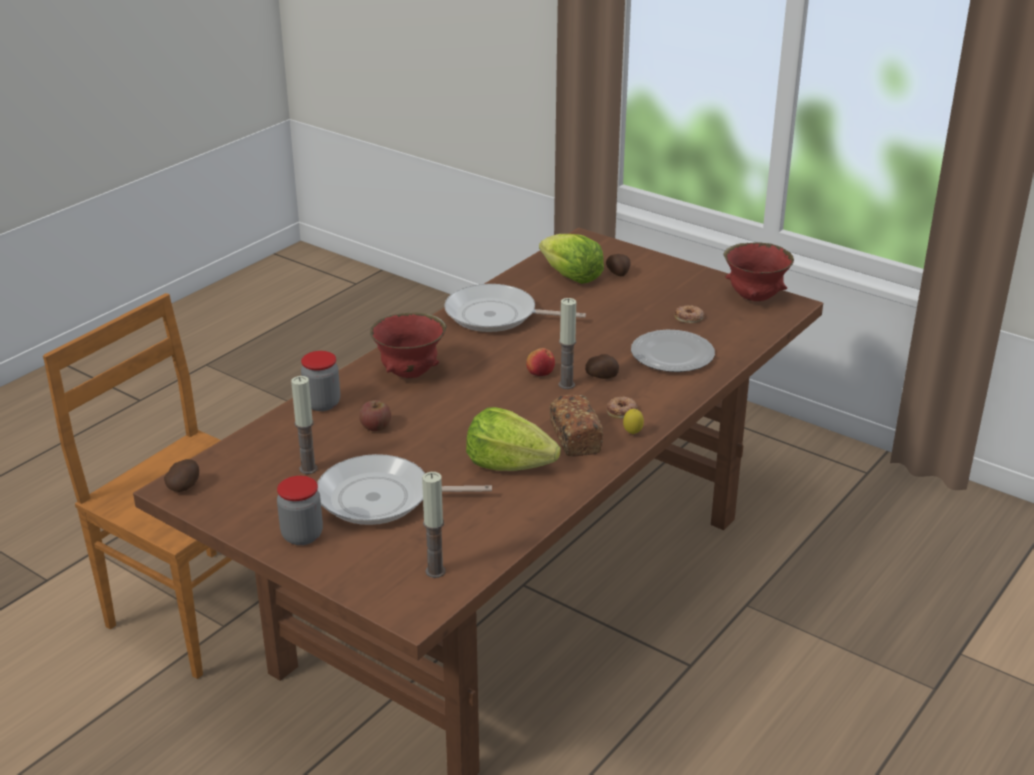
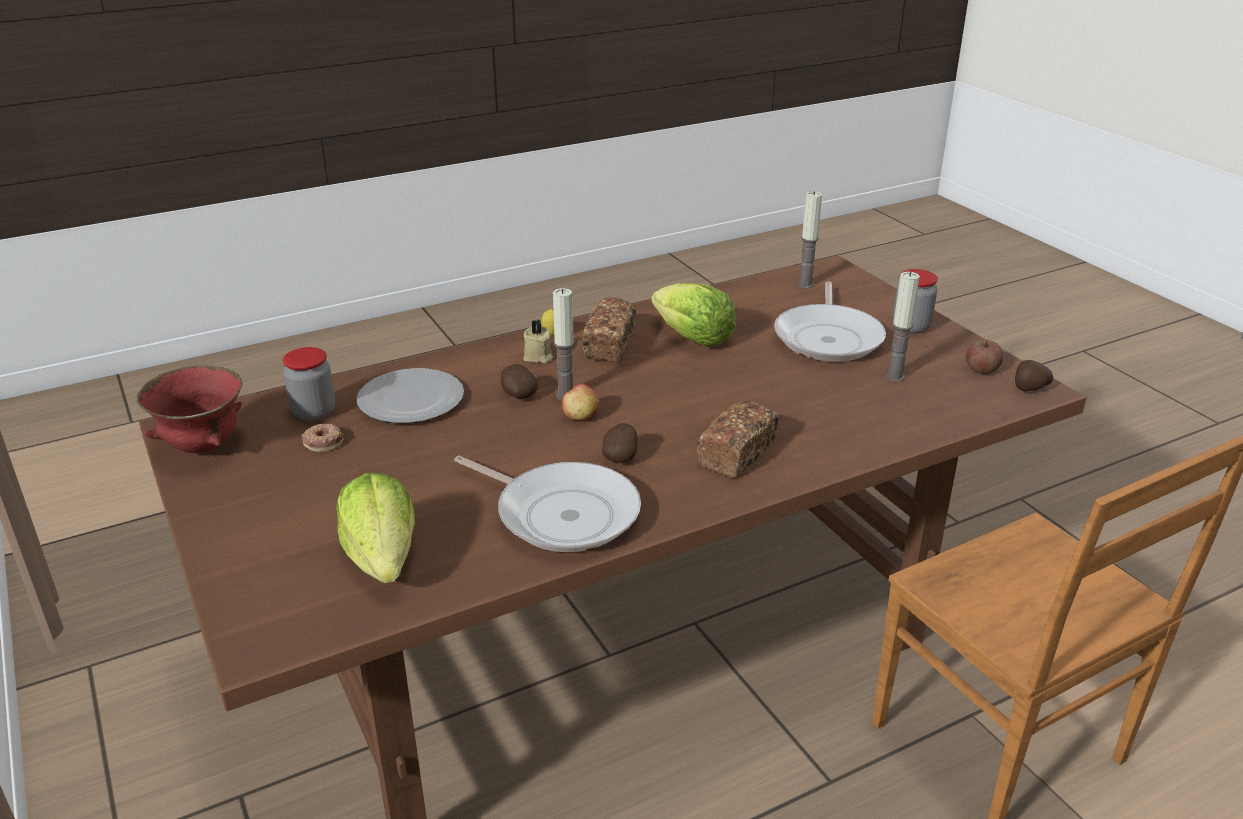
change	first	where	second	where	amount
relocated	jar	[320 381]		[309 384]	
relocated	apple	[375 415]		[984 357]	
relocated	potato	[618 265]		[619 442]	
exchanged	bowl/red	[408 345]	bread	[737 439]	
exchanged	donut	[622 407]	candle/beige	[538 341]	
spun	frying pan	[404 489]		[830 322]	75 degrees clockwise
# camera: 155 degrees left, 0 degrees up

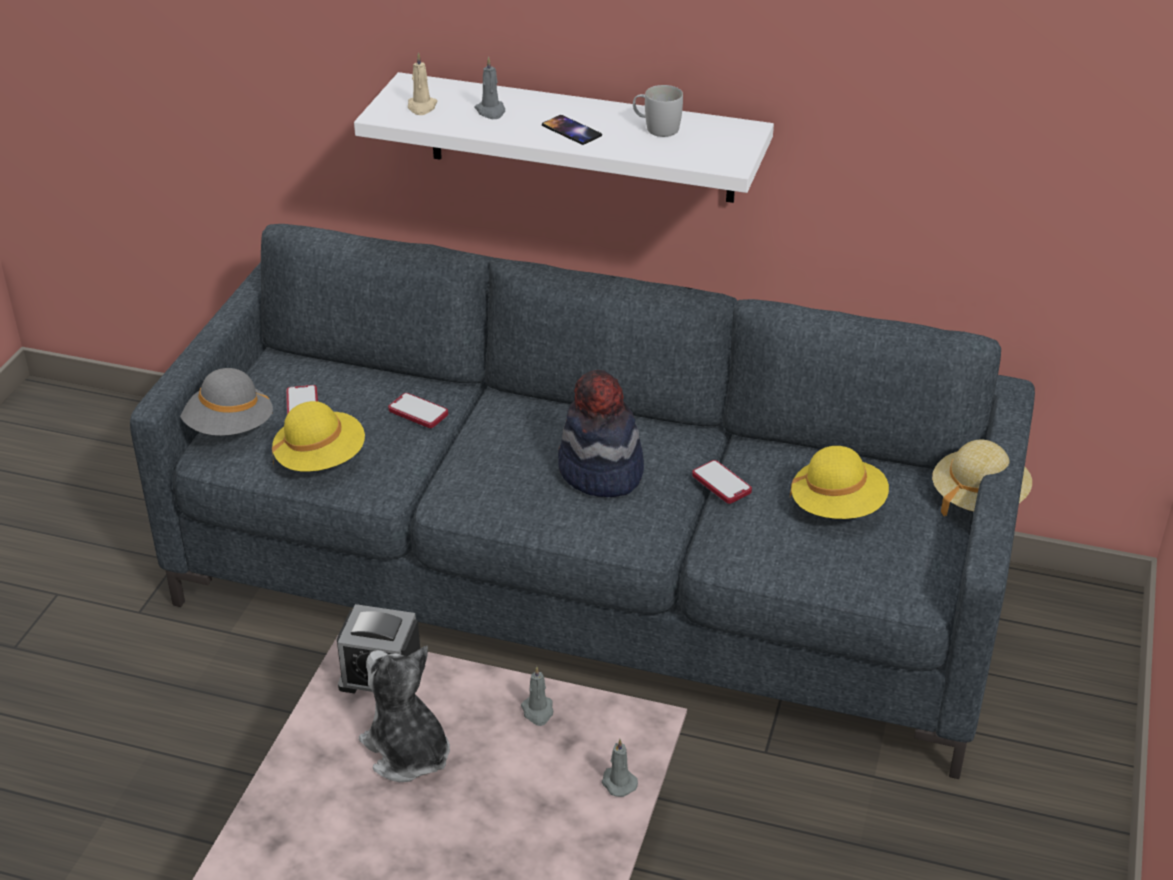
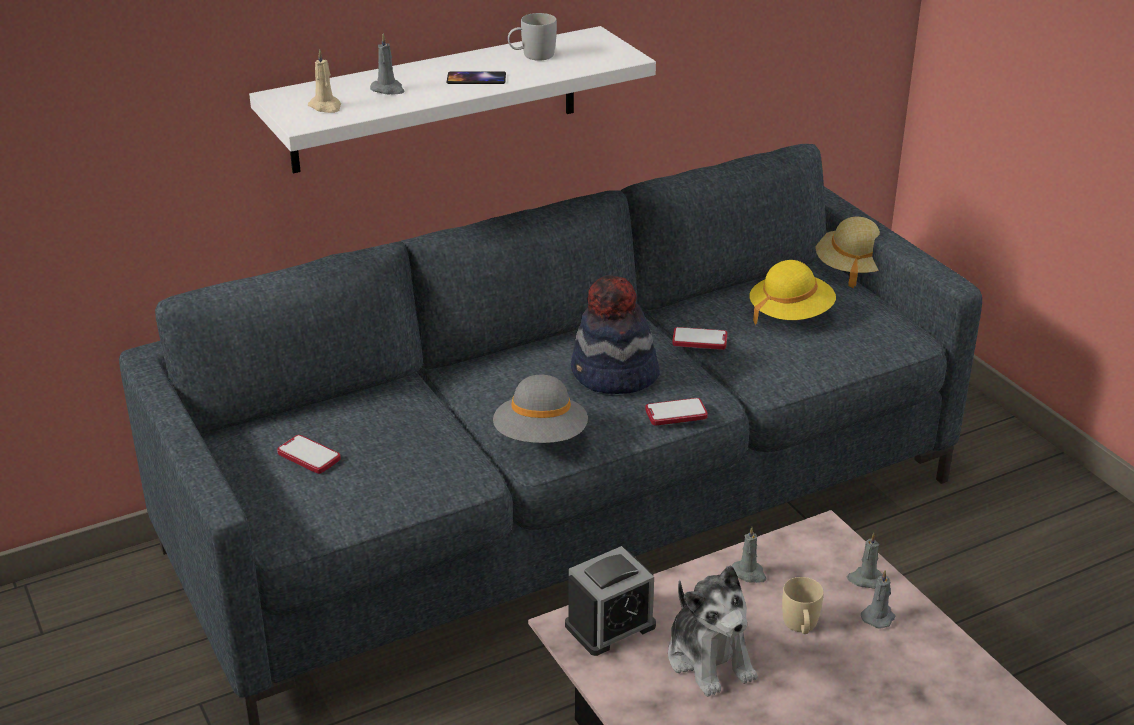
change	first	where	second	where	amount
missing	hat/yellow	[318 436]			
appeared			mug/beige	[803 605]	
appeared			candle/grey	[878 599]	
relocated	hat/grey	[226 402]		[540 409]	
relocated	phone	[418 410]		[676 412]	
spun	plush toy	[404 713]		[712 631]	120 degrees counterclockwise
# camera: 45 degrees left, 5 degrees down

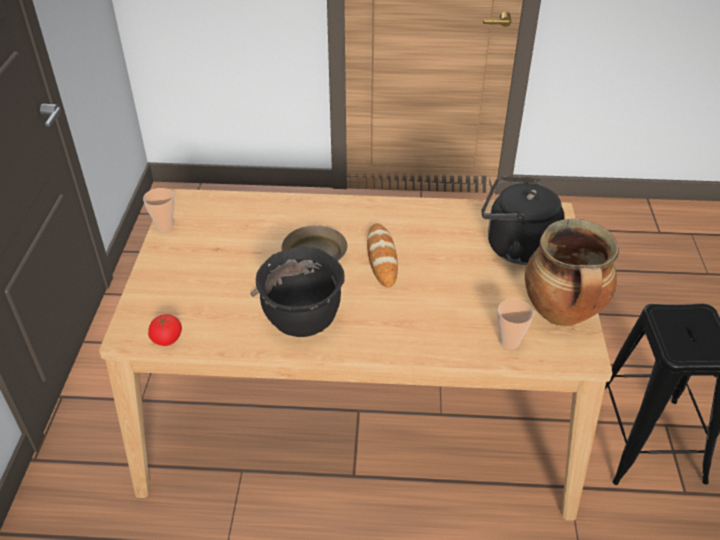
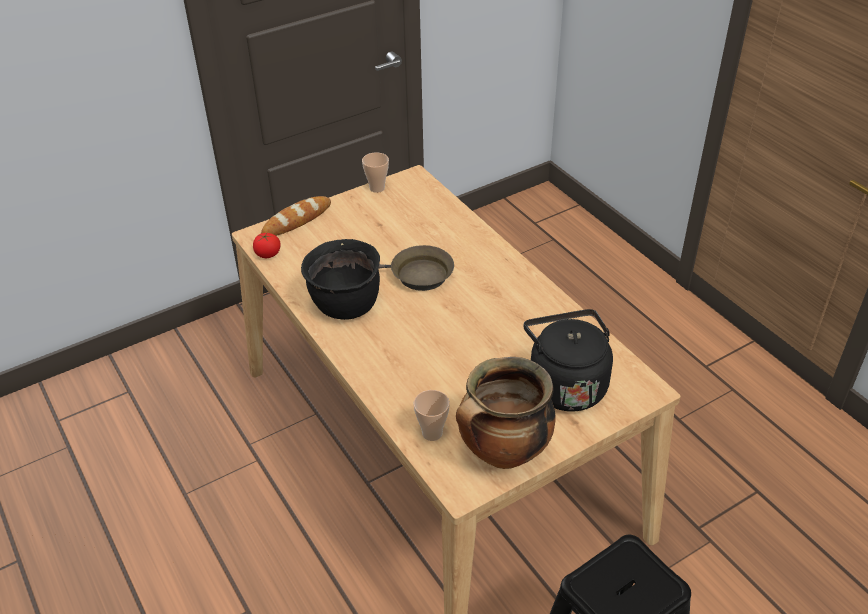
change	first	where	second	where	amount
relocated	bread	[382 255]		[296 216]	
# camera: 55 degrees right, 0 degrees up

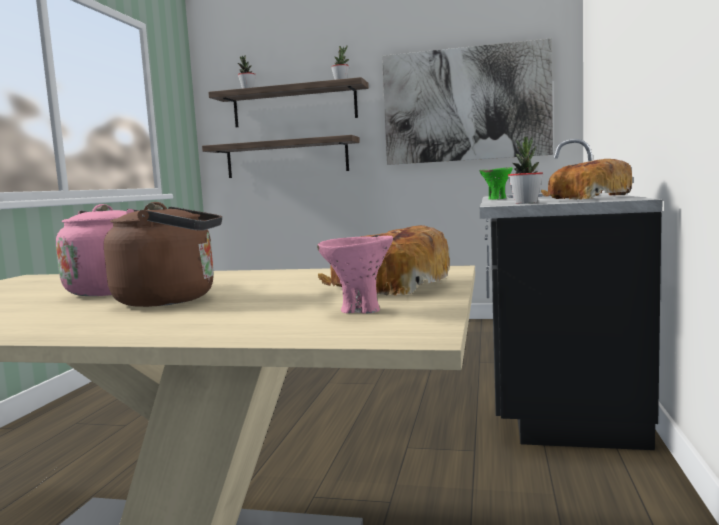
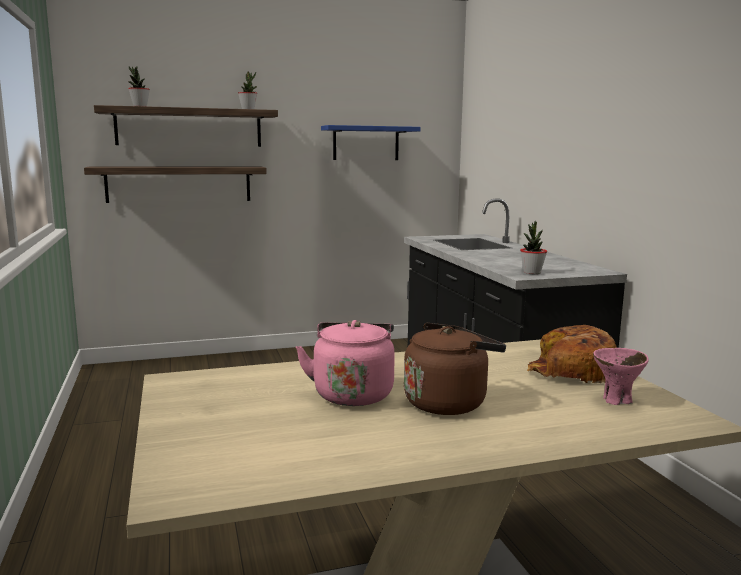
change	first	where	second	where	amount
missing	bowl/green	[496 183]			
missing	bread	[586 179]			
exchanged	picture	[467 101]	shelf/blue	[371 142]	
# camera: 30 degrees left, 5 degrees up

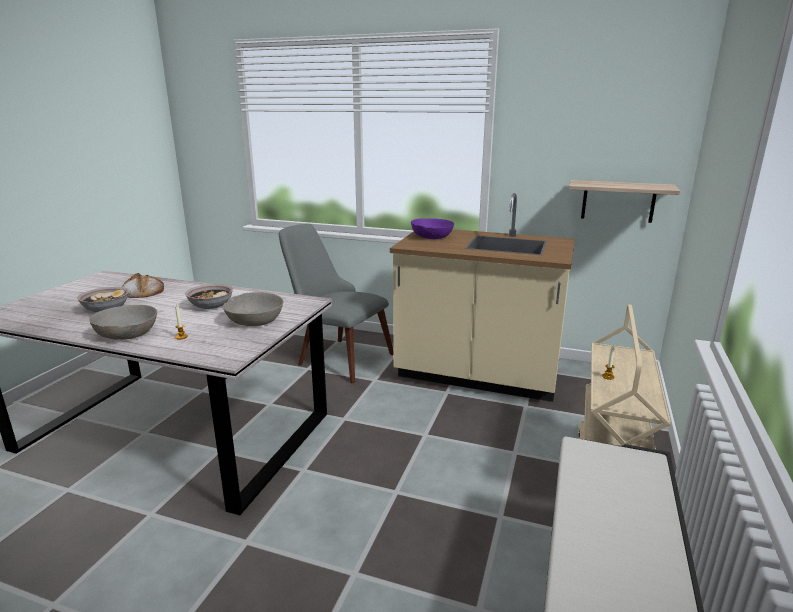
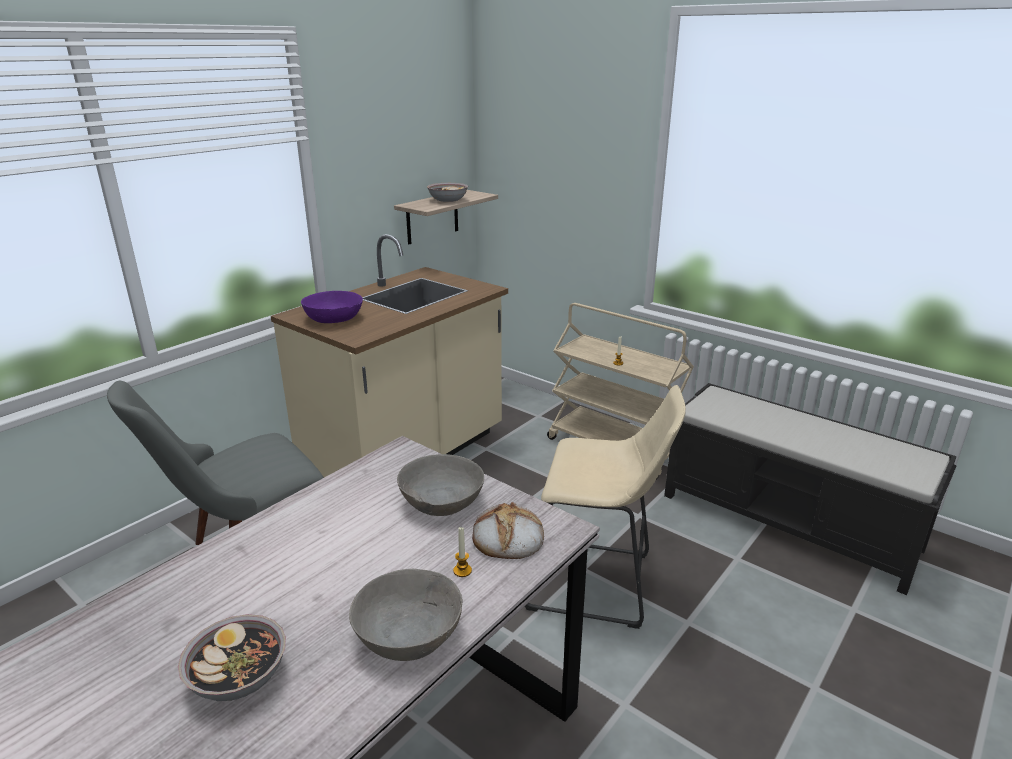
change	first	where	second	where	amount
appeared			stool/beige	[605 507]	
relocated	bread	[143 285]		[508 530]	
relocated	bowl	[209 296]		[447 192]	
# camera: 70 degrees left, 5 degrees up

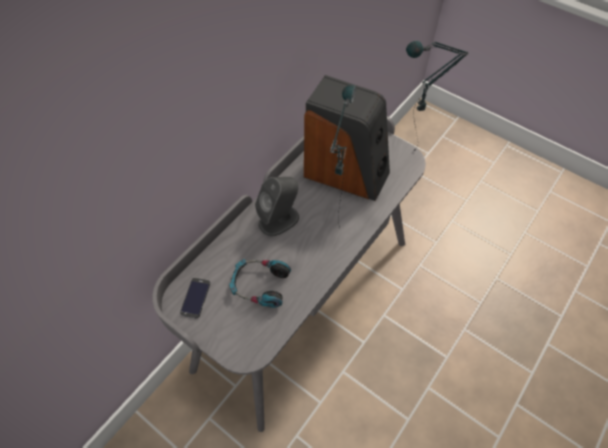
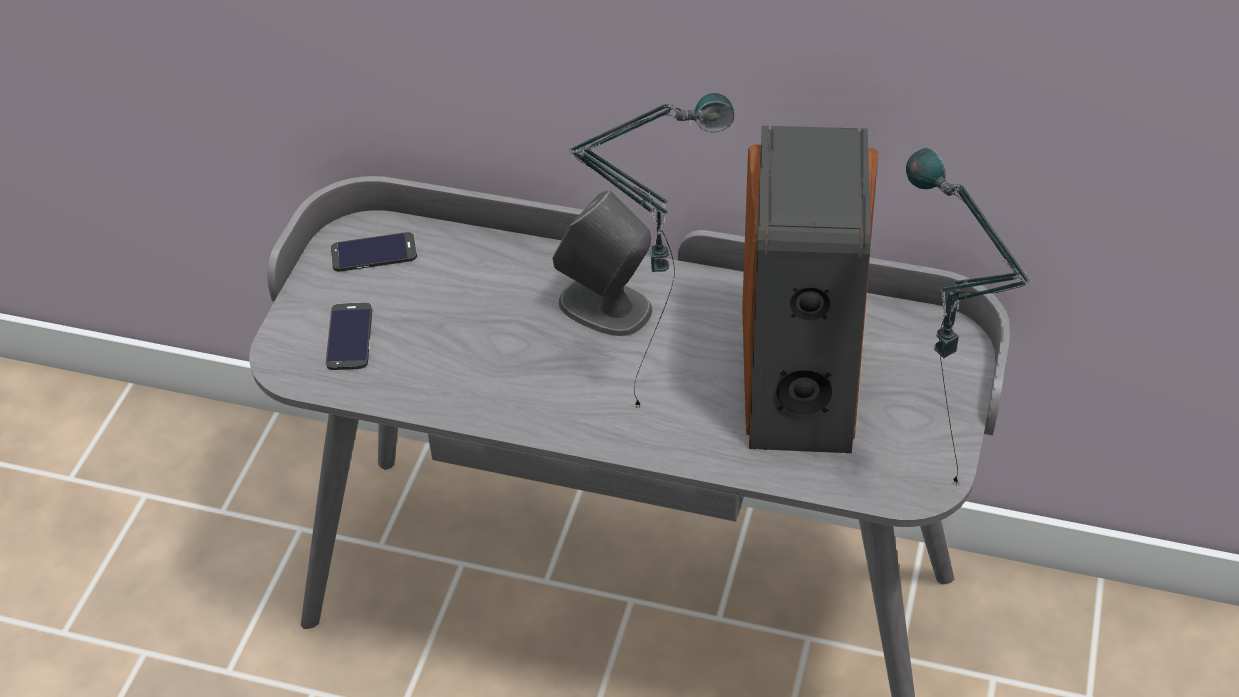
change	first	where	second	where	amount
missing	headphones	[260 283]			
appeared			phone	[349 336]	
# camera: 70 degrees right, 10 degrees down

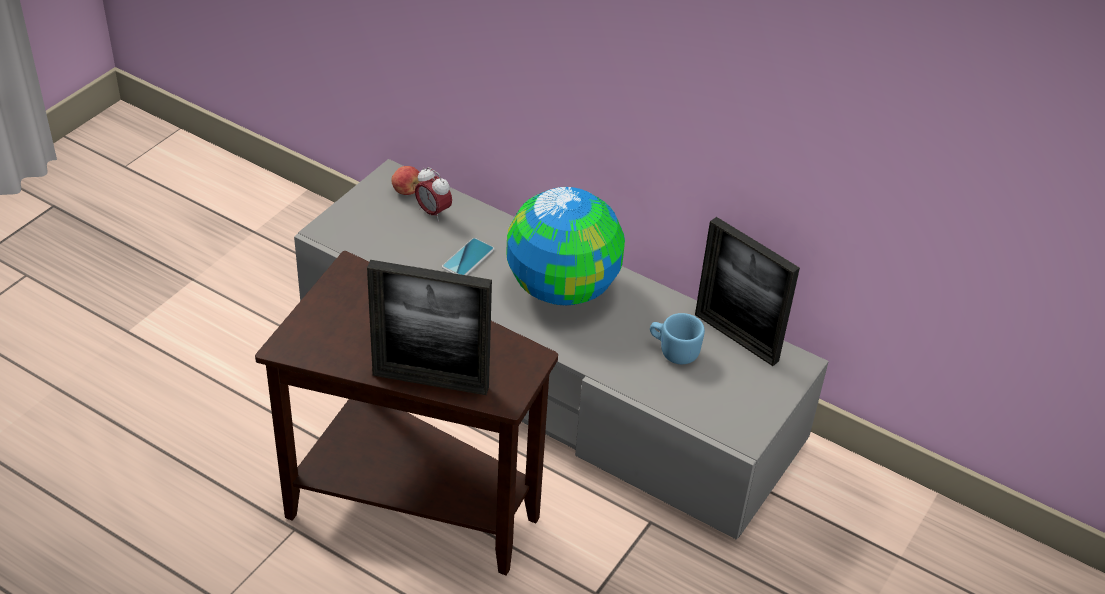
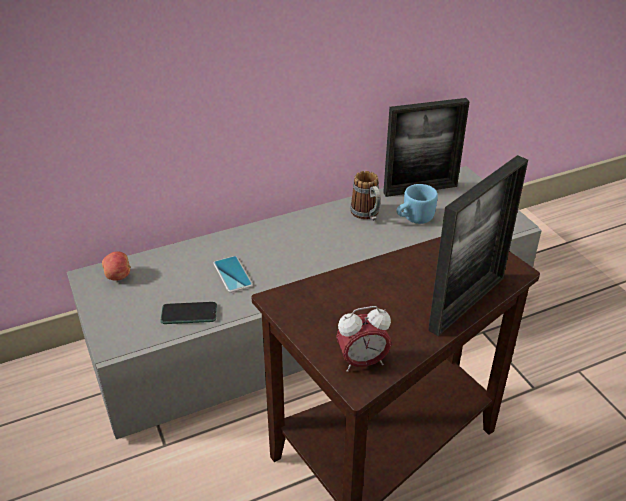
change	first	where	second	where	amount
missing	globe	[565 246]			
appeared			phone	[188 313]	
appeared			mug	[365 196]	
relocated	alarm clock	[433 194]		[364 339]	
# camera: 55 degrees left, 5 degrees down

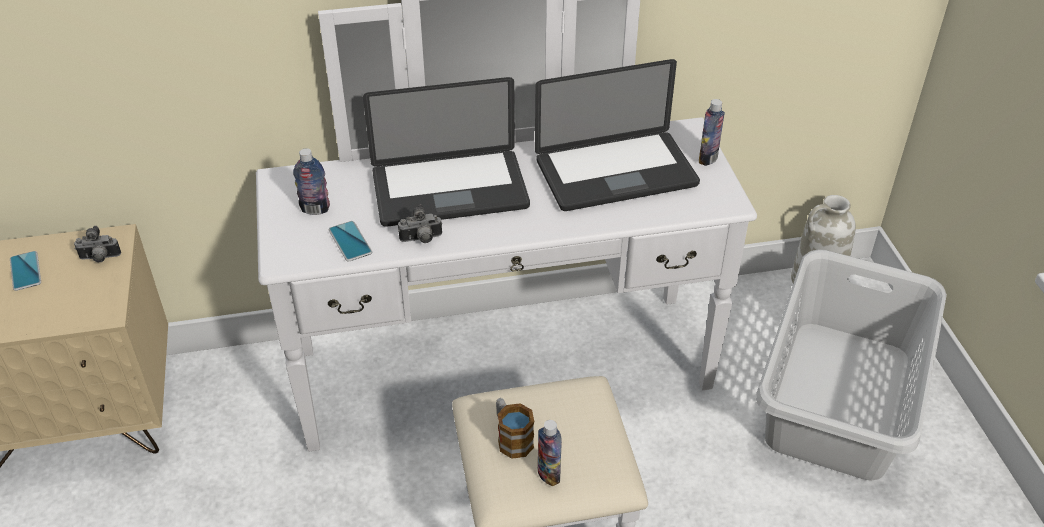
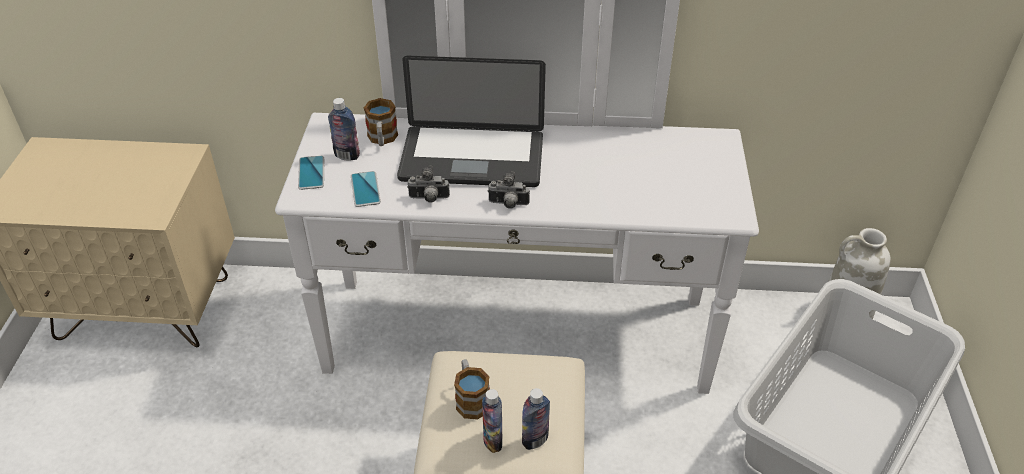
change	first	where	second	where	amount
missing	laptop	[617 135]			
appeared			mug	[381 122]	
relocated	phone	[25 271]		[311 173]	
relocated	photo camera	[97 244]		[509 190]	
relocated	bottle	[712 132]		[536 419]	
# camera: 15 degrees right, 0 degrees up

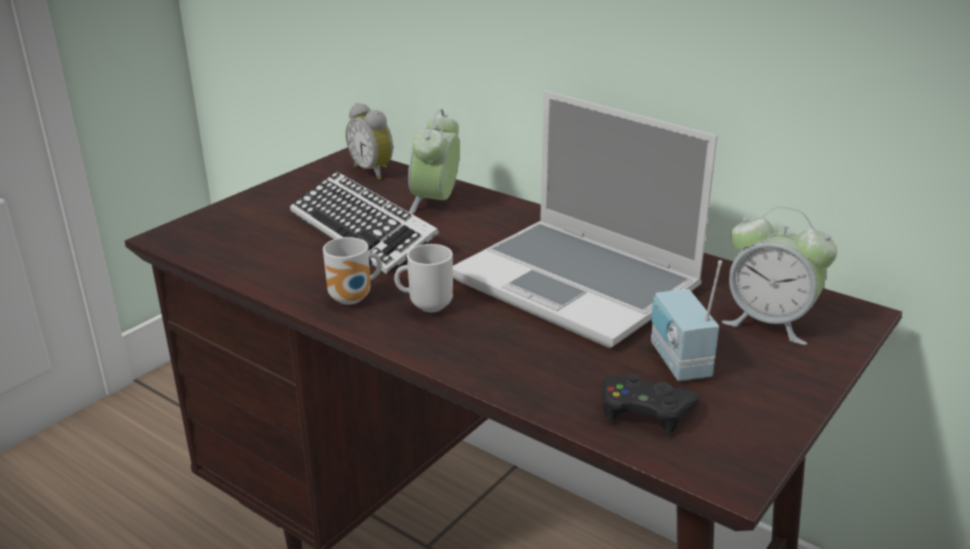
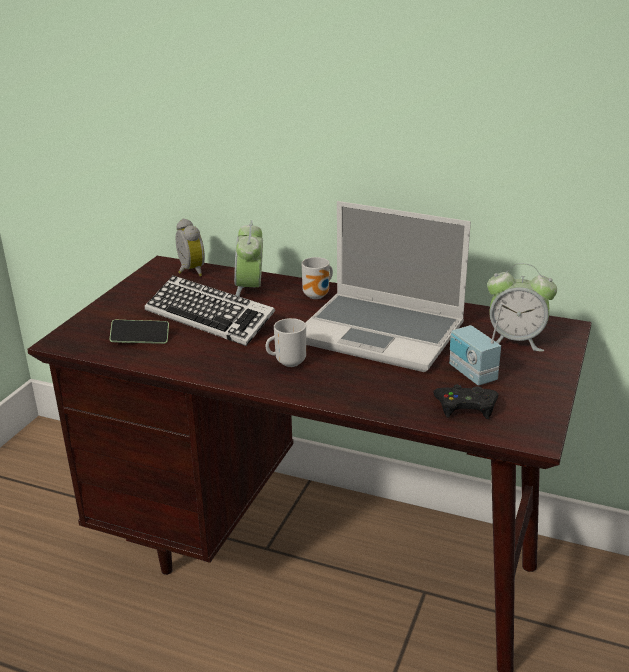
change	first	where	second	where	amount
appeared			phone	[139 332]	
relocated	mug	[352 271]		[317 278]	
spun	alarm clock	[369 141]		[190 247]	150 degrees counterclockwise
# camera: 15 degrees left, 0 degrees up

